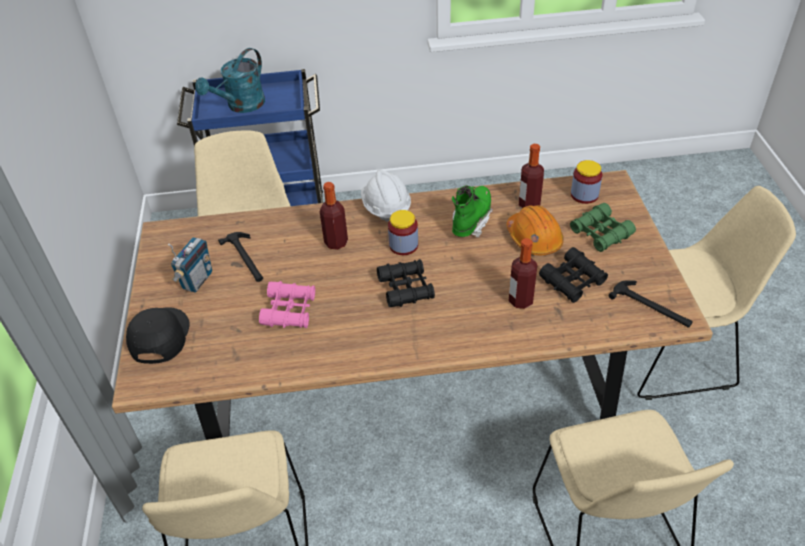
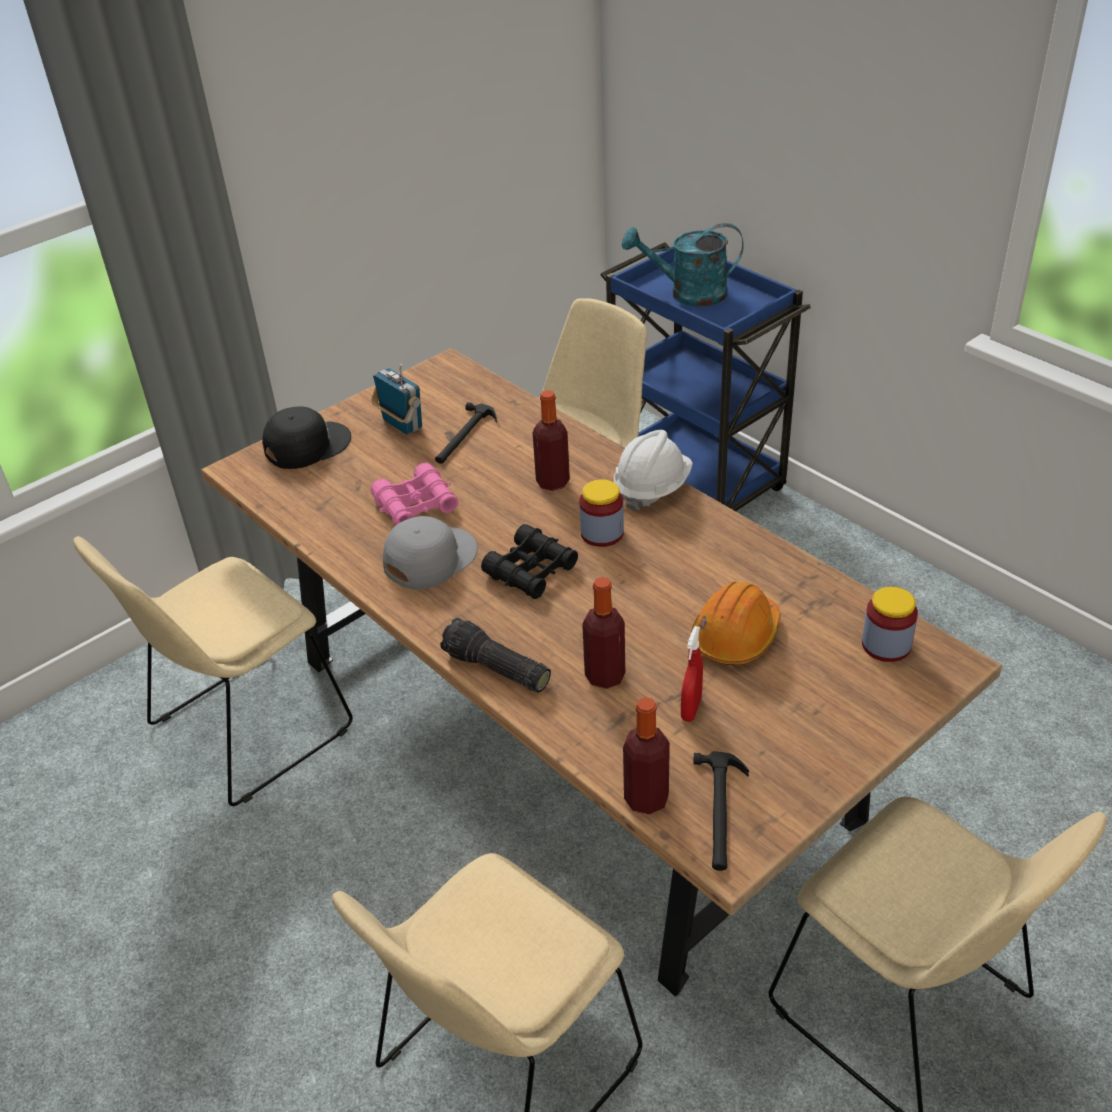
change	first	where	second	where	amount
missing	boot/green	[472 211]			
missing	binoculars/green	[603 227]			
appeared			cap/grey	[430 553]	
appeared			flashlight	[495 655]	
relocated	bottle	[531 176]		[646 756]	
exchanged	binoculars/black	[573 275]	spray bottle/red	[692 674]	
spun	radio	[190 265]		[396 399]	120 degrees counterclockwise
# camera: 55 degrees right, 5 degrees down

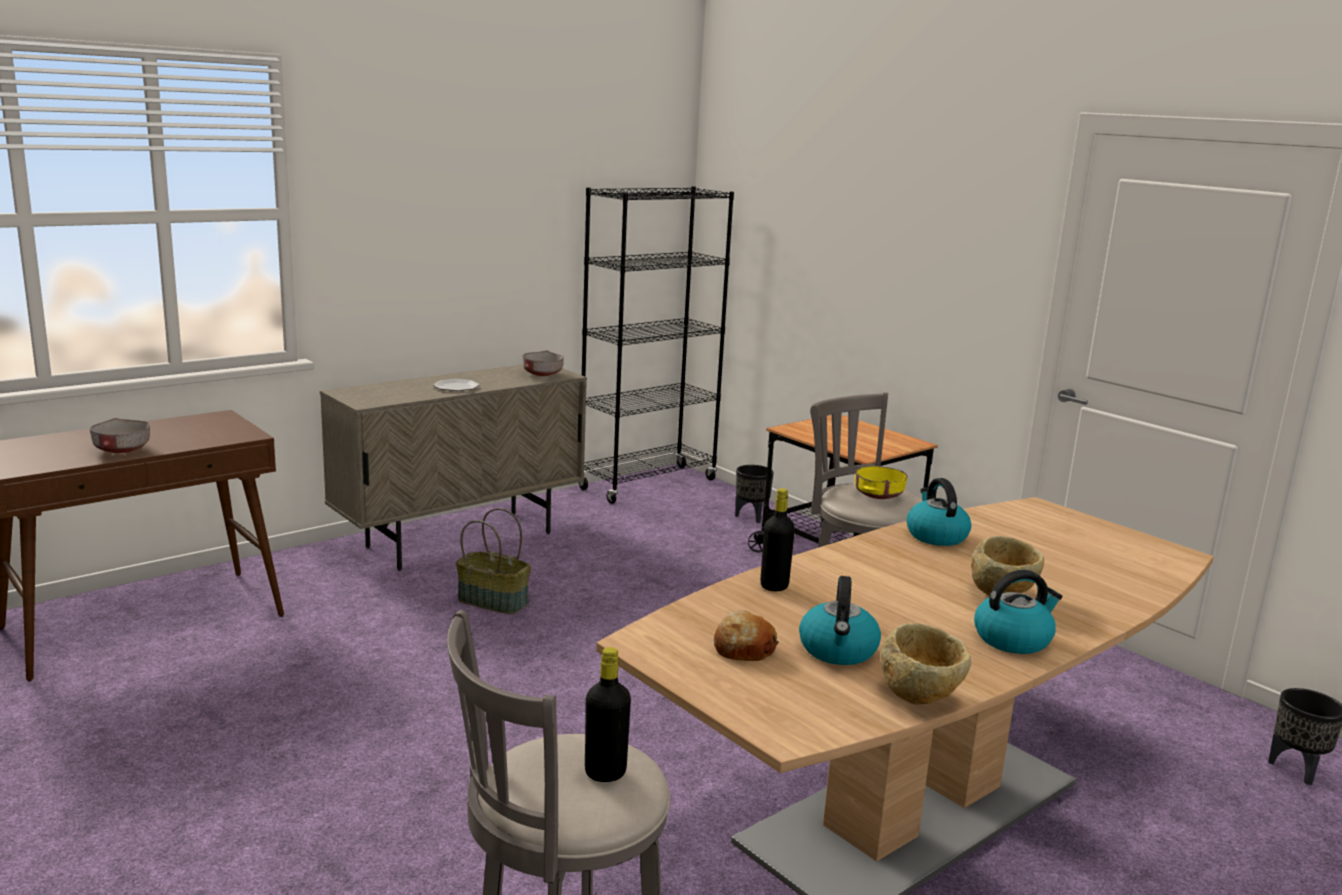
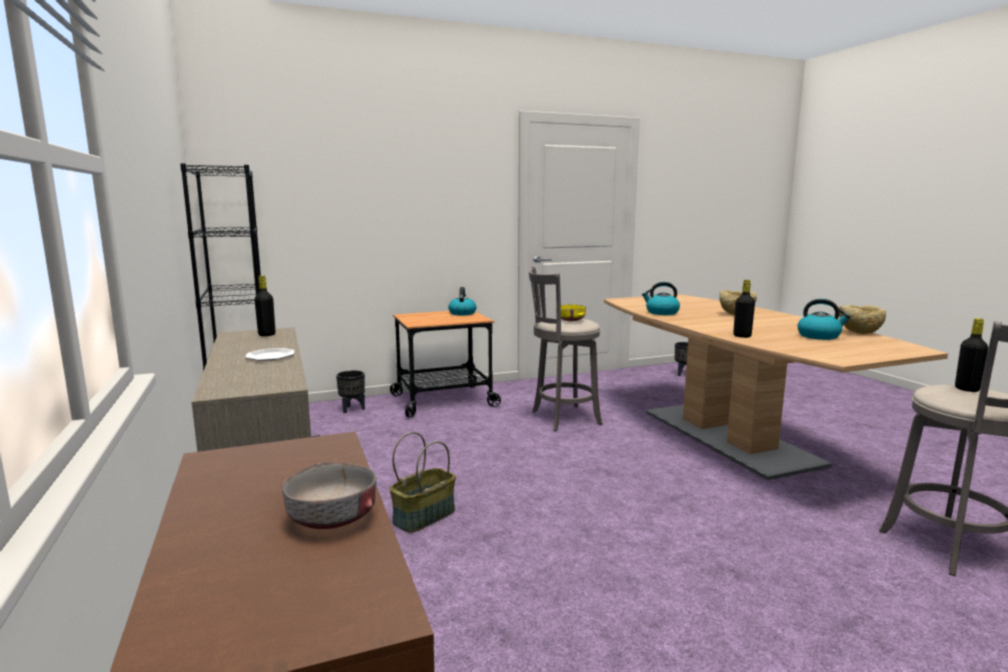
change	first	where	second	where	amount
missing	bread	[746 635]			
relocated	kettle	[1018 612]		[462 301]	
exchanged	bowl/grey	[543 363]	bottle/black	[264 306]	
# camera: 70 degrees left, 5 degrees down

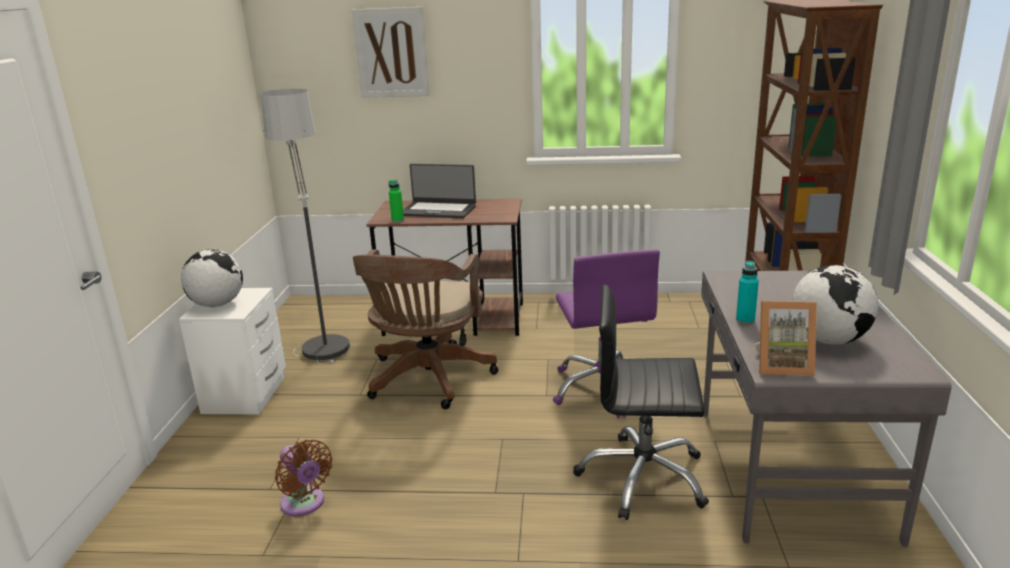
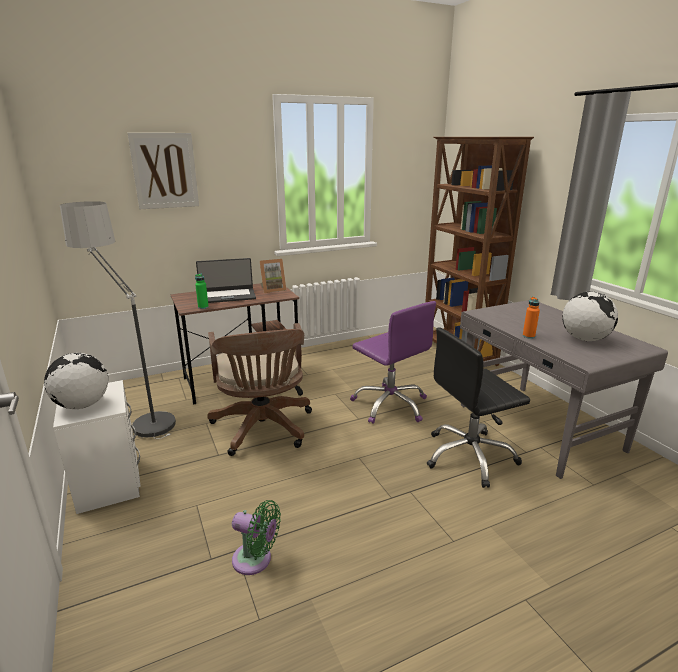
change	first	where	second	where	amount
relocated	picture frame	[786 338]		[273 276]	
colour	fan/brown	[303 478]	fan/green	[256 537]	
colour	bottle/turquoise	[747 292]	bottle/orange	[531 318]	
# camera: 30 degrees left, 0 degrees up

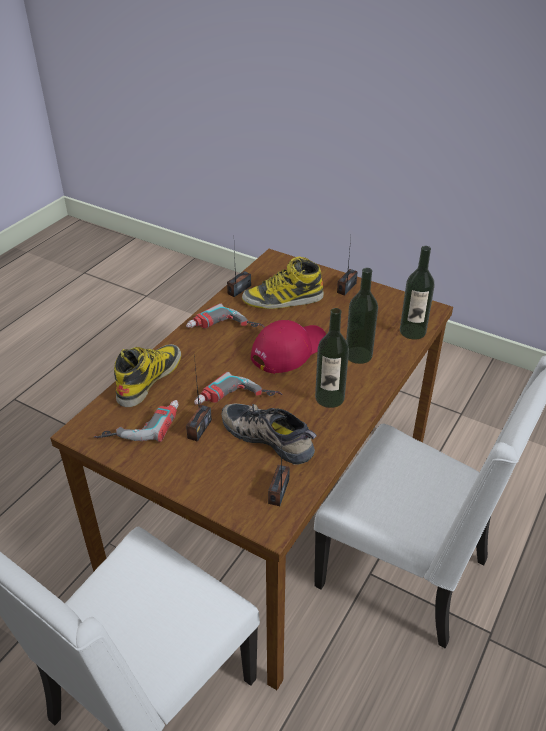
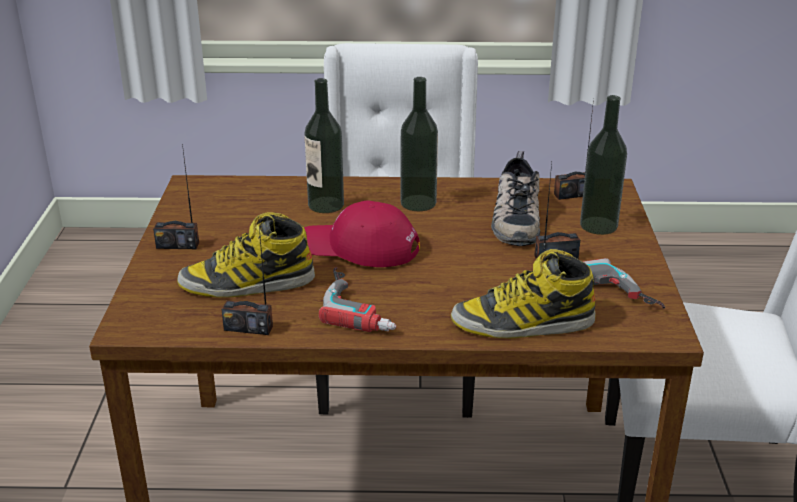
change	first	where	second	where	amount
missing	power drill	[238 388]			
relocated	bottle	[417 293]		[603 165]	
spun	boot	[283 283]		[246 255]	120 degrees clockwise
# camera: 120 degrees left, 10 degrees down

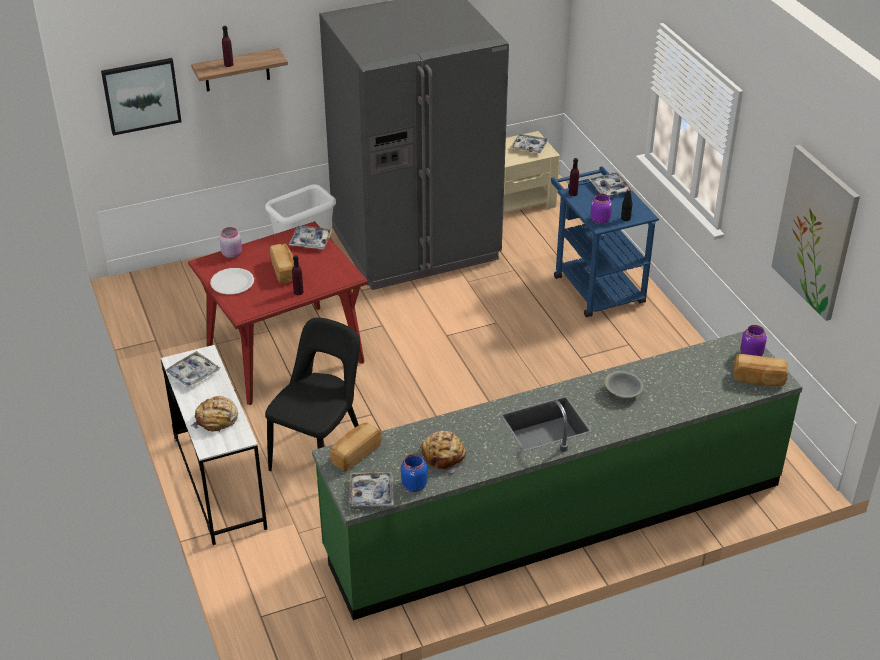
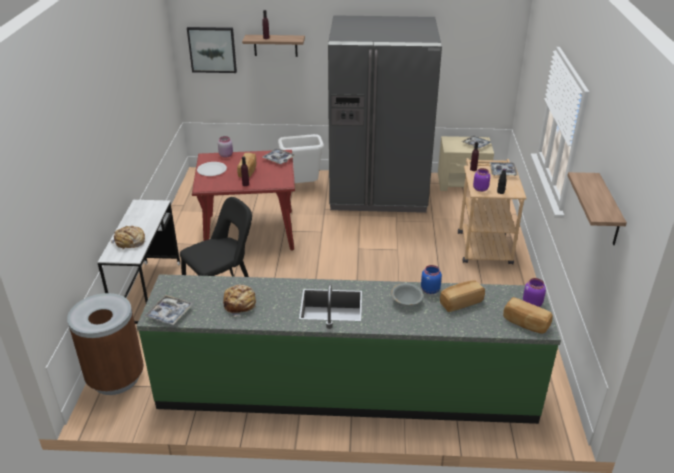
change	first	where	second	where	amount
missing	tray	[192 369]			
appeared			trash can/brown	[105 344]	
relocated	bread	[356 447]		[462 296]	
relocated	jar/blue	[414 473]		[431 279]	
exchanged	picture	[815 233]	shelf	[597 208]	
colour	cart/blue	[605 241]	cart/beige	[492 211]	
# camera: 25 degrees right, 5 degrees down

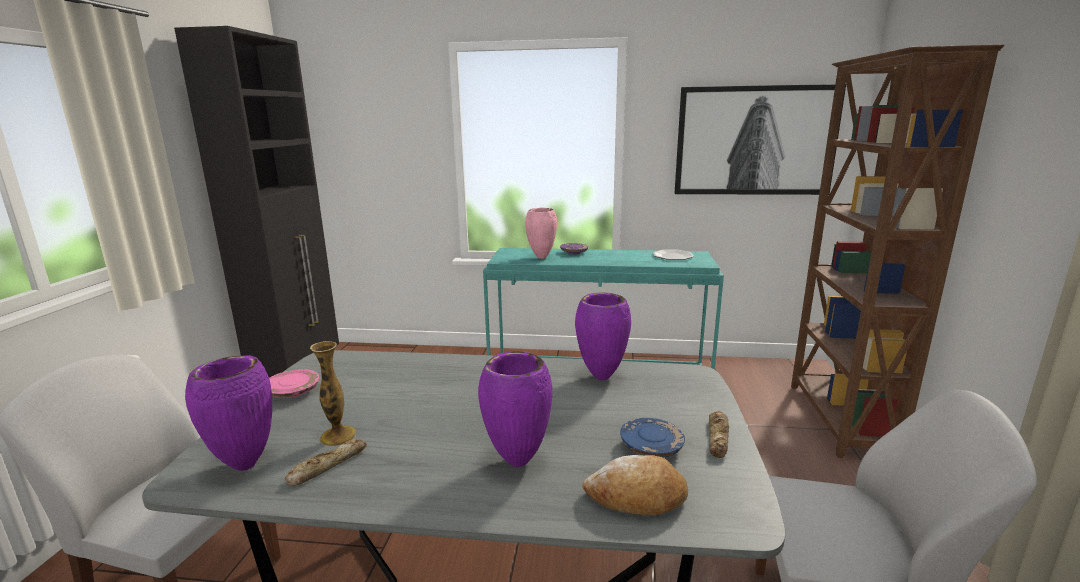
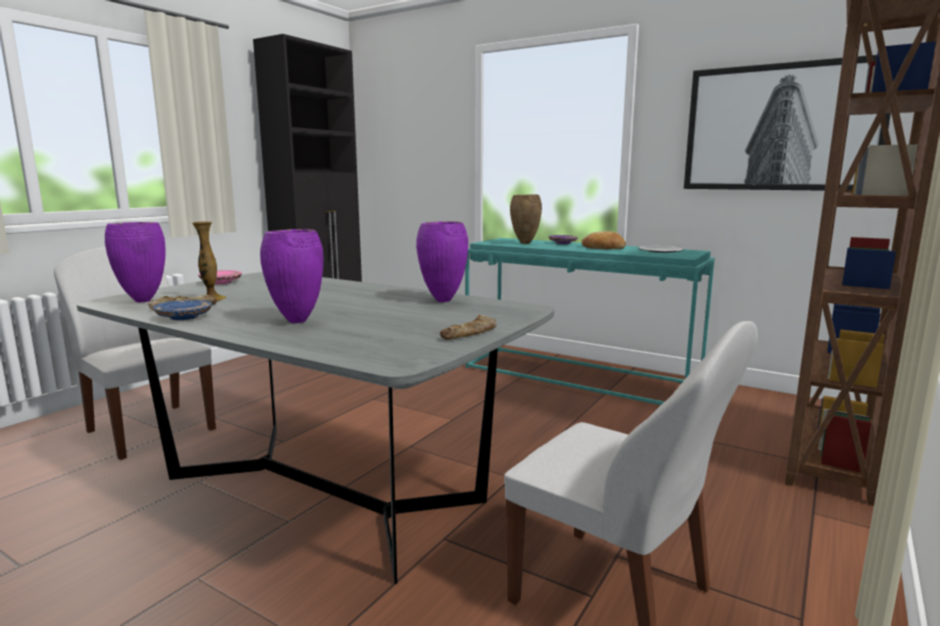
change	first	where	second	where	amount
relocated	bread	[635 485]		[604 240]	
relocated	plate/blue	[652 437]		[182 310]	
colour	vase/pink	[541 233]	vase/brown	[526 219]	
# camera: 25 degrees right, 5 degrees down

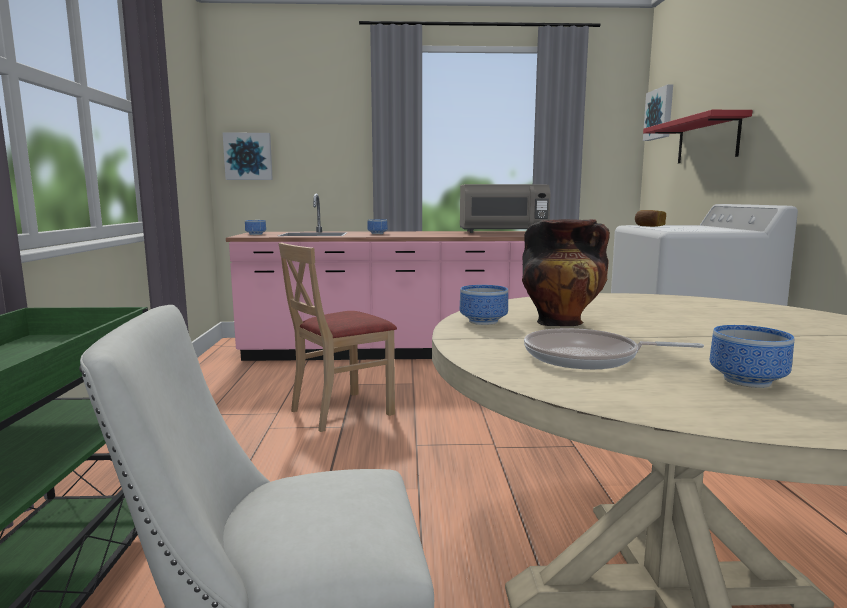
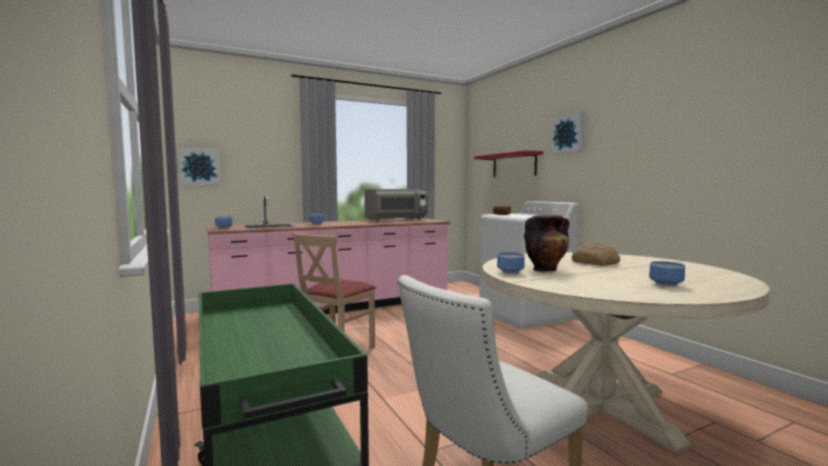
change	first	where	second	where	amount
missing	frying pan	[614 349]			
appeared			bread	[595 254]	
relocated	picture	[658 113]		[568 132]	
# camera: 25 degrees left, 5 degrees down

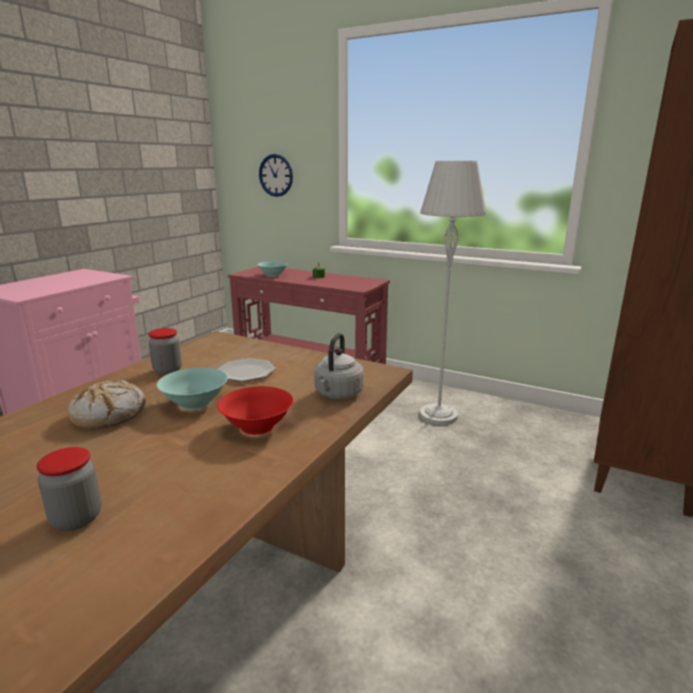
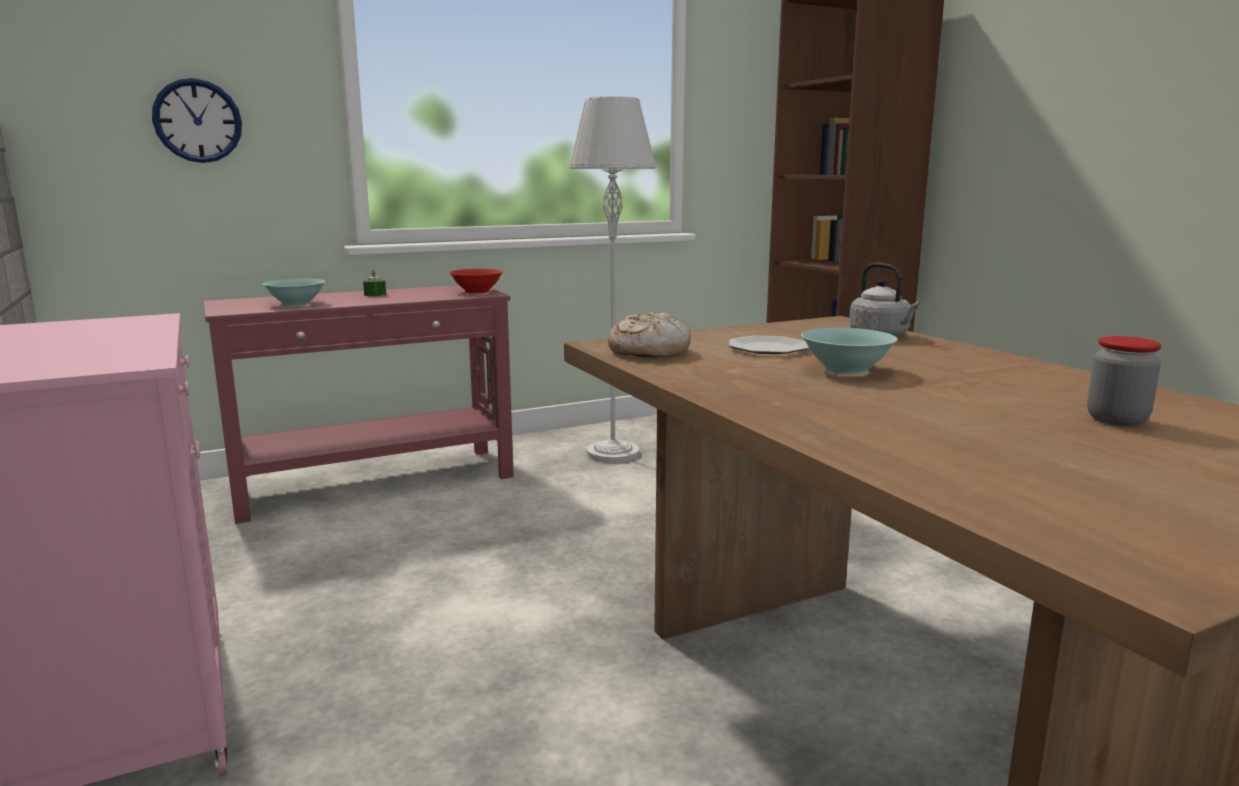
change	first	where	second	where	amount
missing	jar	[165 351]			
relocated	bread	[107 404]		[649 335]	
relocated	bowl/red	[255 410]		[476 281]	
# camera: 55 degrees left, 5 degrees down

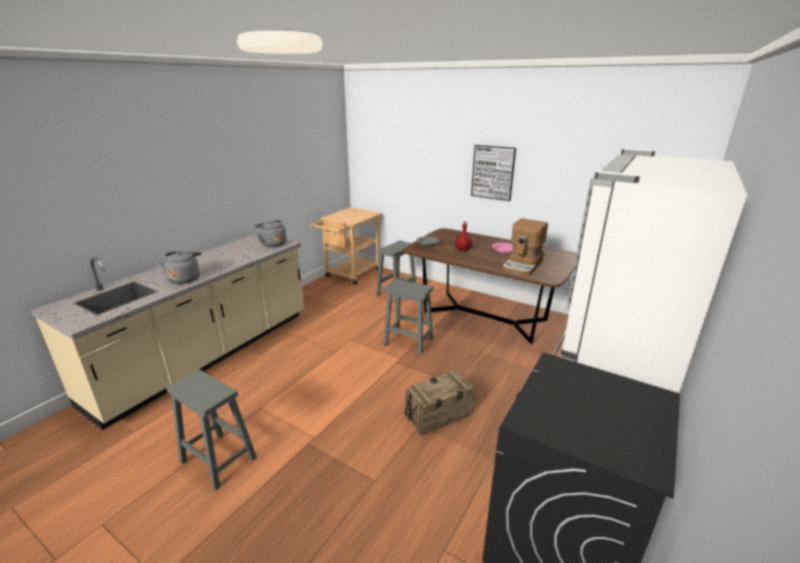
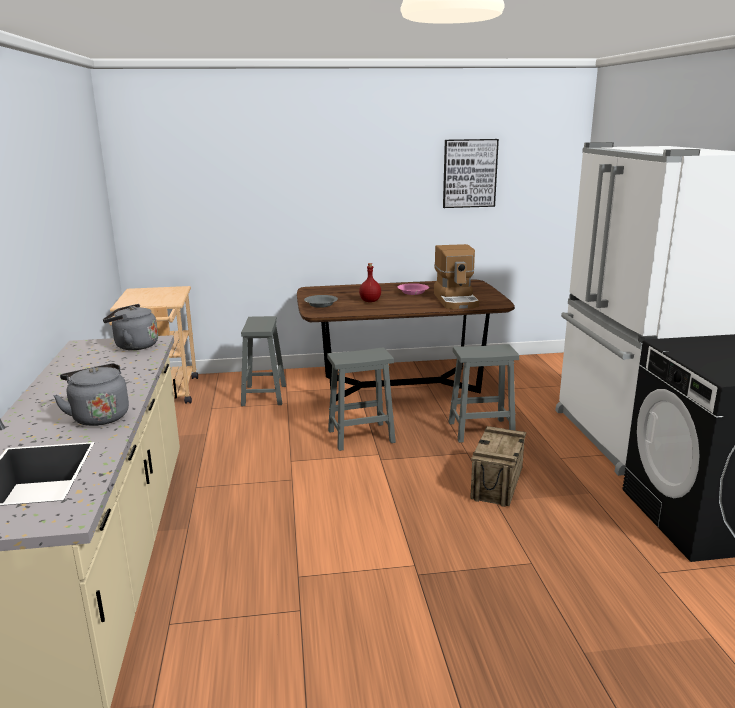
change	first	where	second	where	amount
relocated	stool/grey	[211 430]		[484 393]	
relocated	picture	[493 173]		[471 173]	
# camera: 40 degrees left, 5 degrees down

